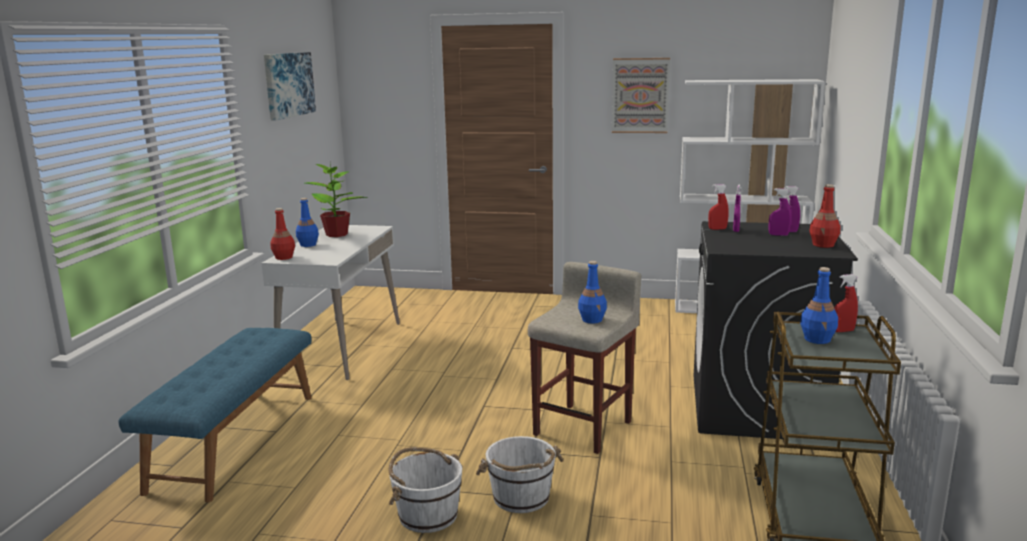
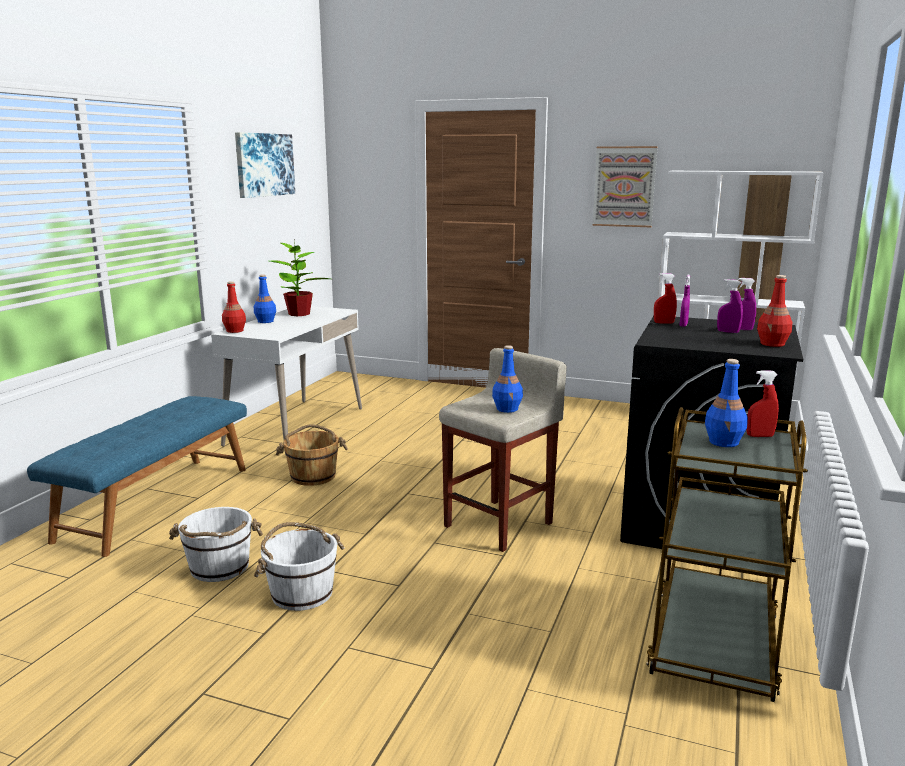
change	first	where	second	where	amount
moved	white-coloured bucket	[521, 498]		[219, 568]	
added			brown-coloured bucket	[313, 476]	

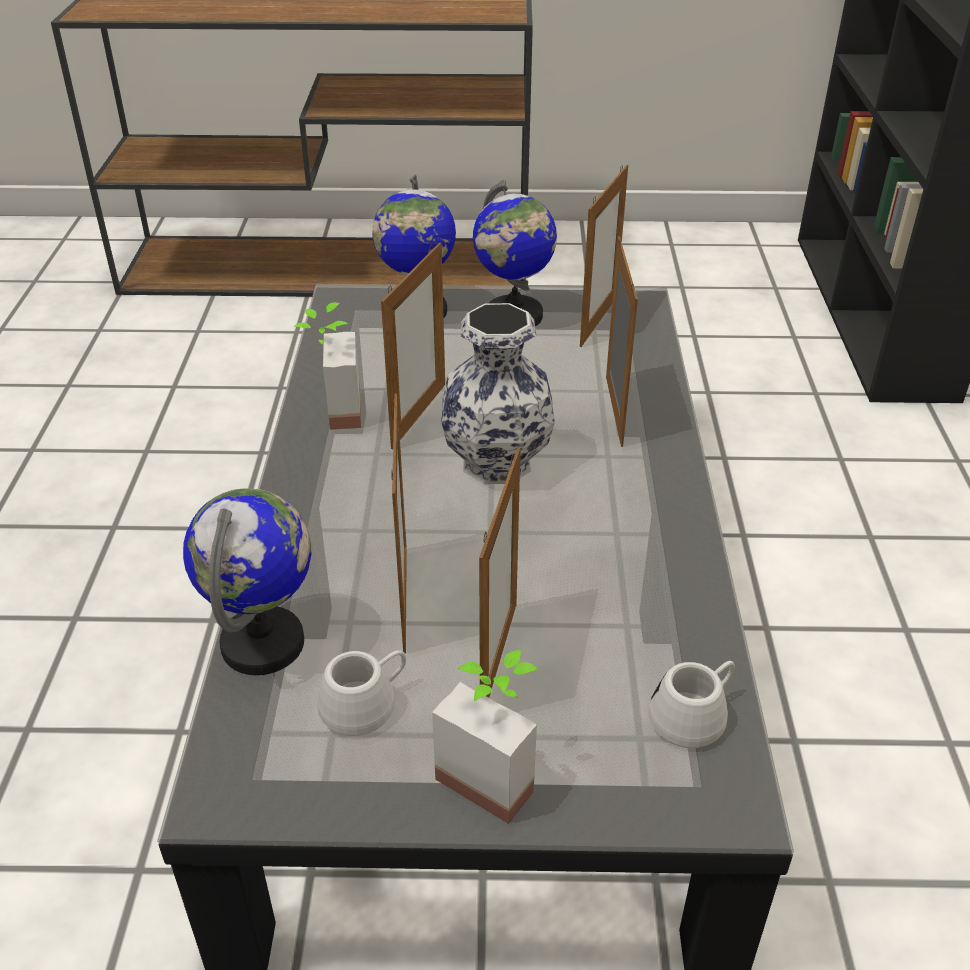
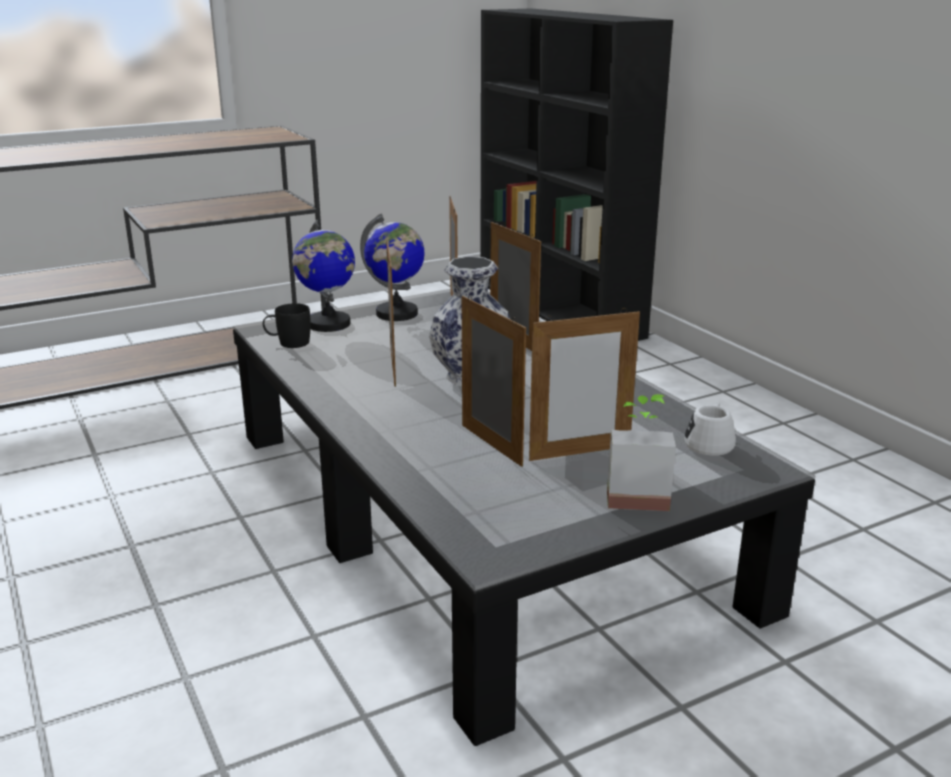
change	first	where	second	where	amount
removed	world globe	[264, 643]			
removed	plant in a pot	[332, 411]			
removed	white-coloured tea mug	[366, 704]			
turned	picture frame	[498, 659]		[580, 453]	90 degrees clockwise
added			black tea mug	[288, 343]	

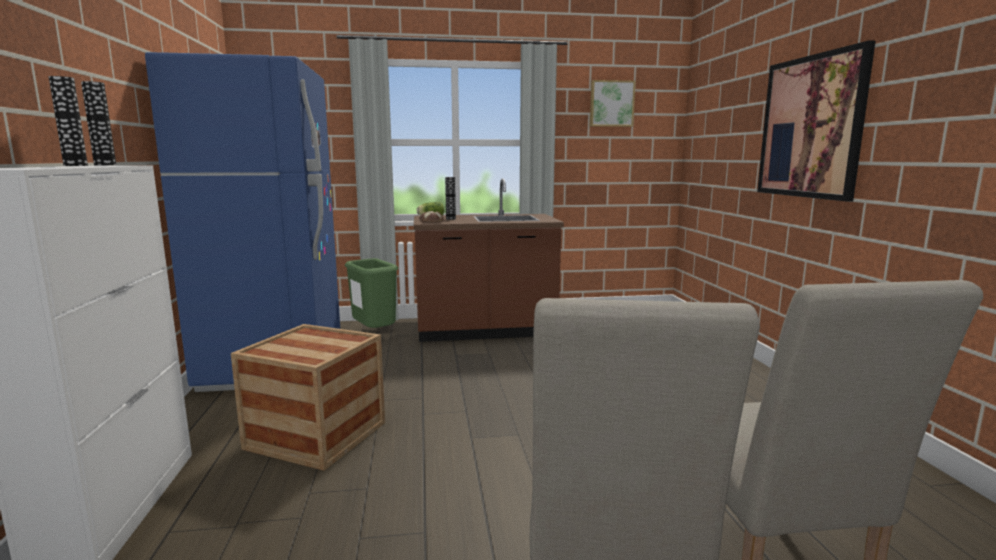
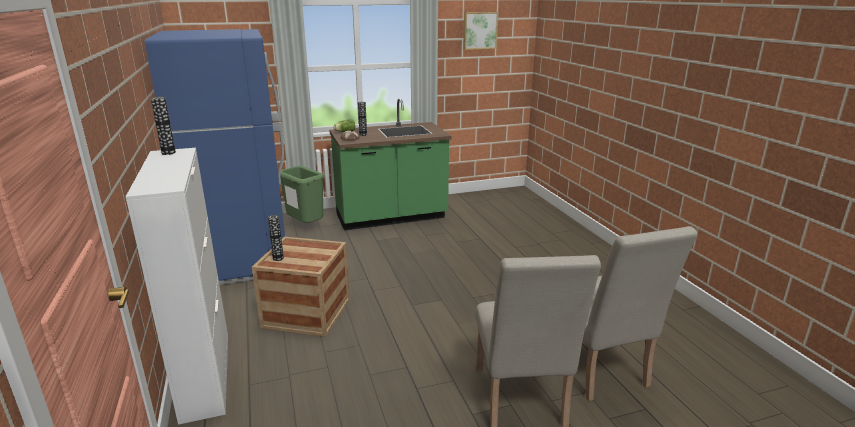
change	first	where	second	where	amount
moved	vase	[75, 165]		[278, 258]	
recoloured	brown-coloured kitchen counter	[485, 332]	green kitchen counter	[391, 217]	
removed	wall picture	[810, 127]			

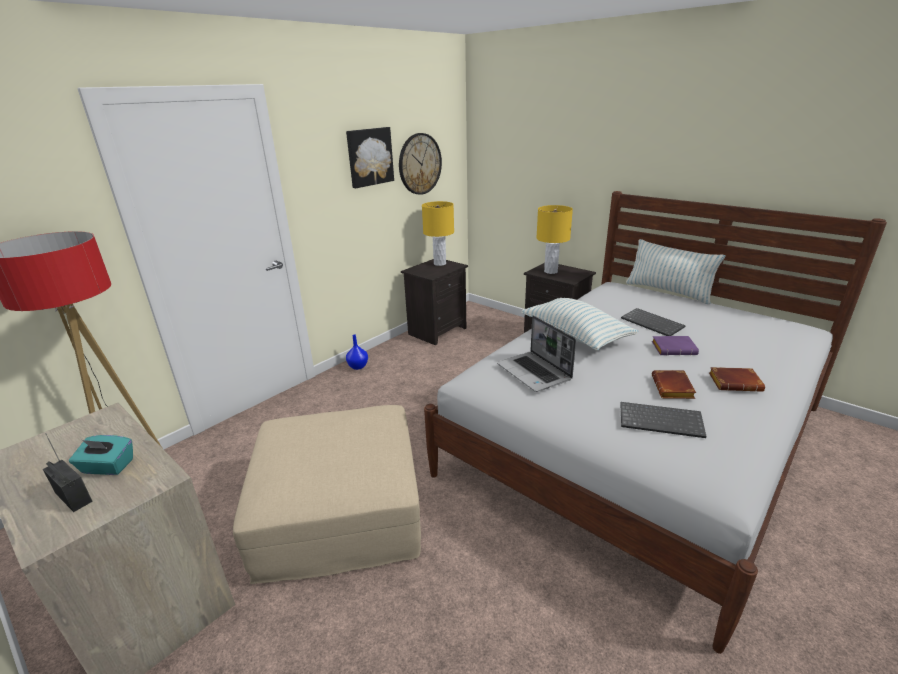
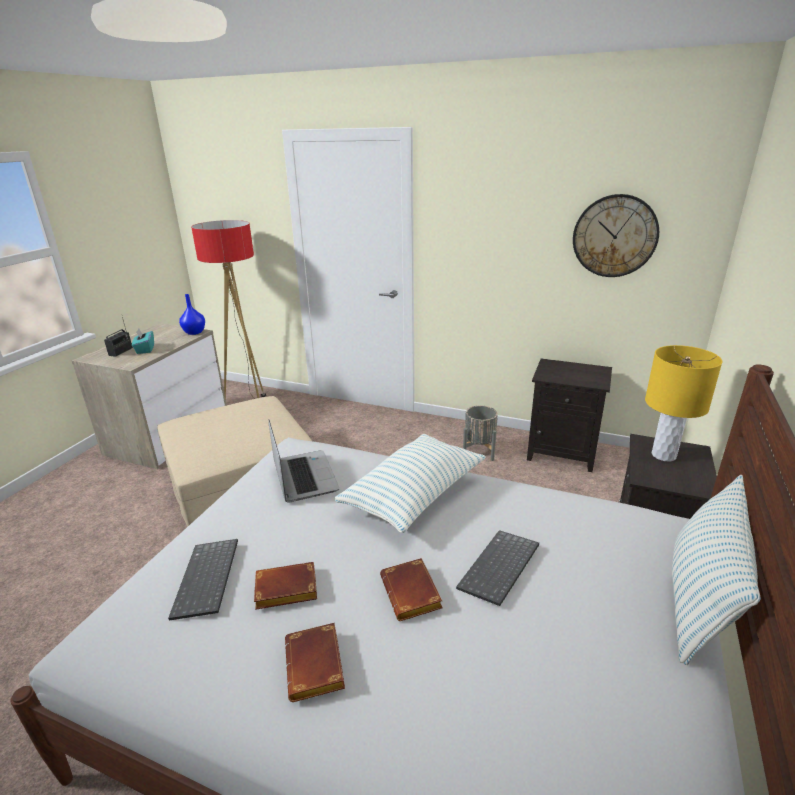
change	first	where	second	where	amount
removed	wall picture	[369, 157]			
moved	blue vase	[358, 366]		[194, 332]	
removed	yellow lamp for a table	[440, 263]			
turned	portable computer	[535, 373]		[303, 477]	120 degrees clockwise
recoloured	purple volume	[674, 349]	brown-coloured volume	[413, 594]	
added			gray plant pot	[479, 451]	

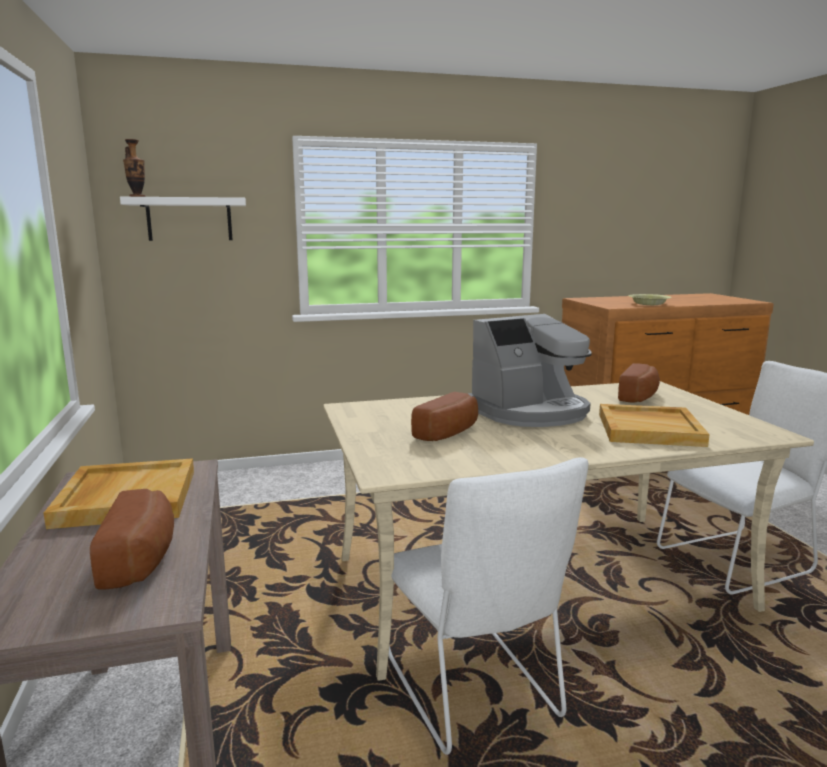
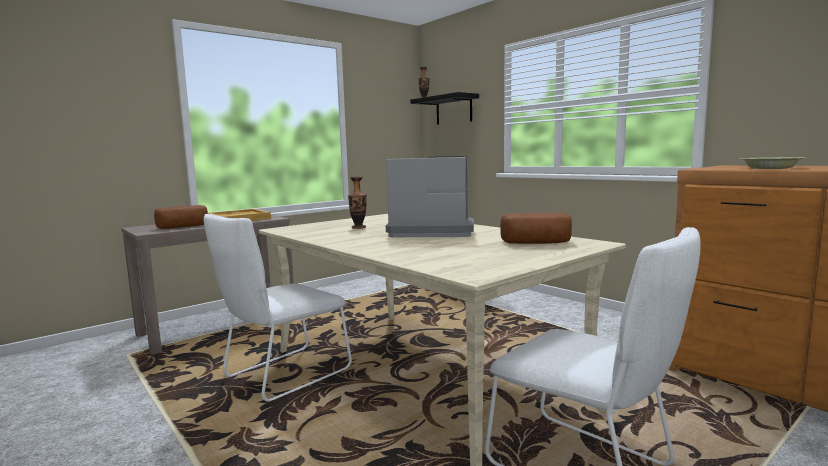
change	first	where	second	where	amount
recoloured	white-coloured shelf	[189, 219]	black shelf	[454, 110]	
replaced	baked bread	[450, 433]	vase	[358, 227]	
turned	coffee brewer	[530, 412]		[430, 231]	150 degrees clockwise
removed	beige-coloured serving tray	[650, 429]			

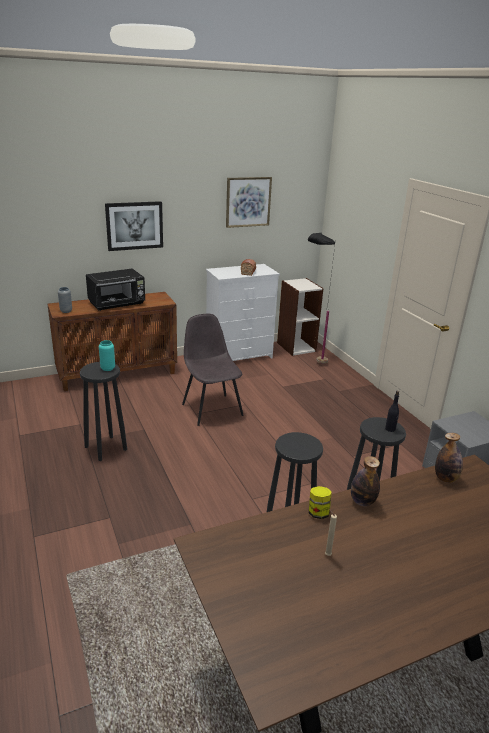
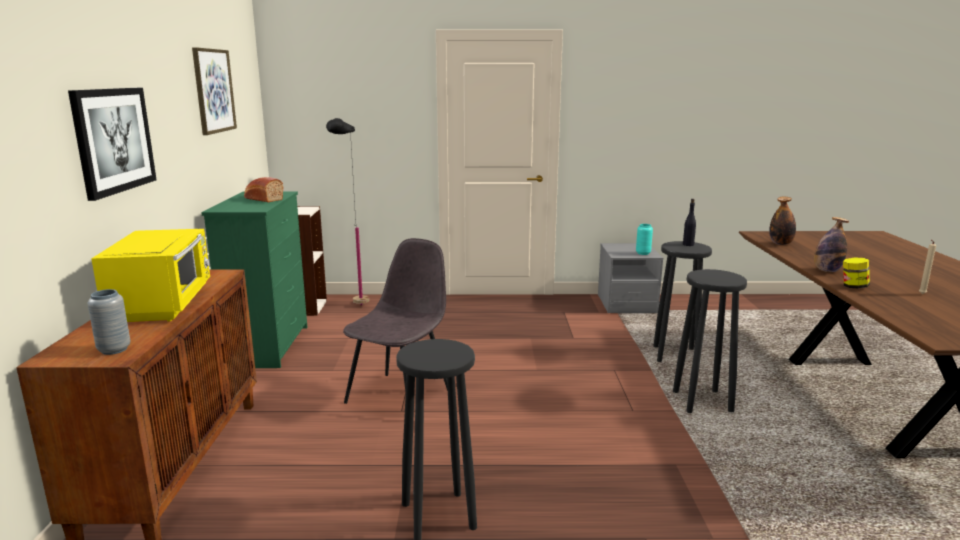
change	first	where	second	where	amount
recoloured	black microwave	[117, 304]	yellow microwave	[164, 304]	
moved	blue-green vase	[108, 368]		[643, 253]	
turned	gray upright chair	[211, 409]		[400, 395]	120 degrees clockwise
recoloured	white-coloured dresser	[239, 356]	green dresser	[269, 345]	

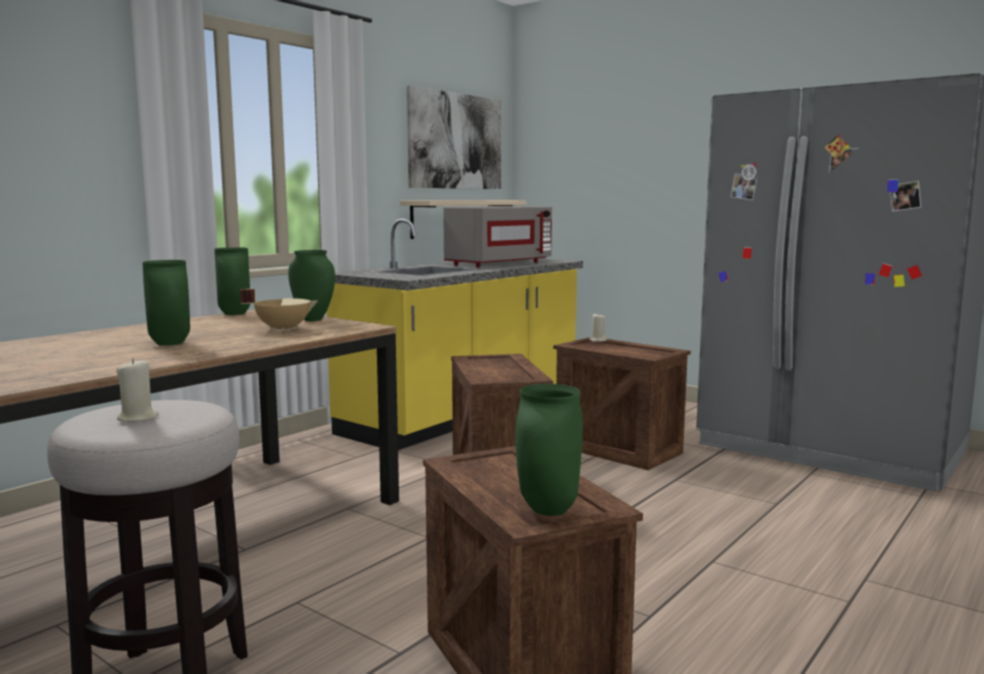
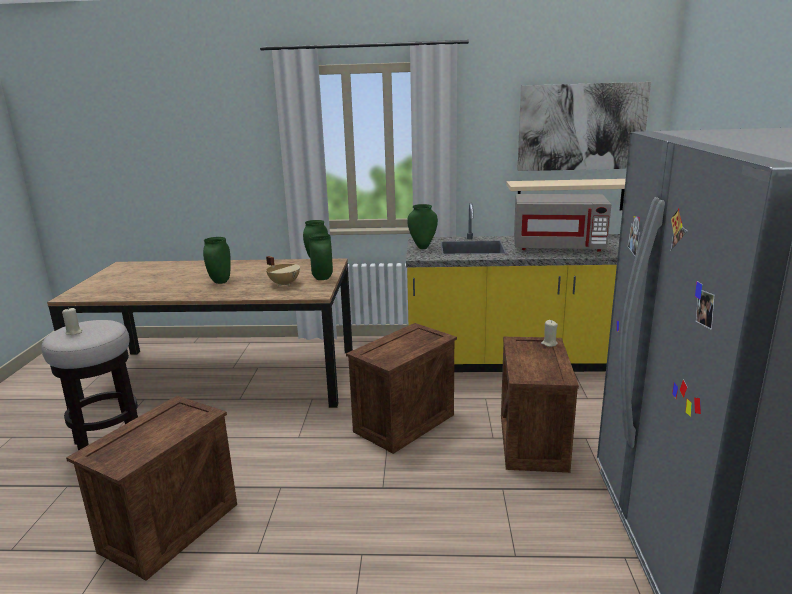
change	first	where	second	where	amount
moved	green vase	[549, 510]		[422, 247]	

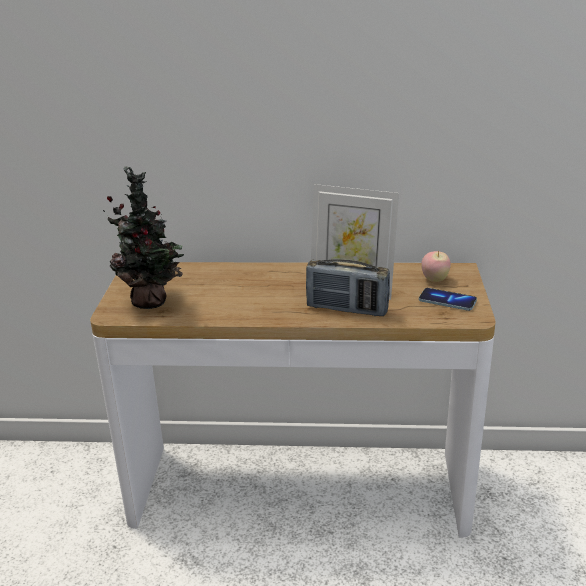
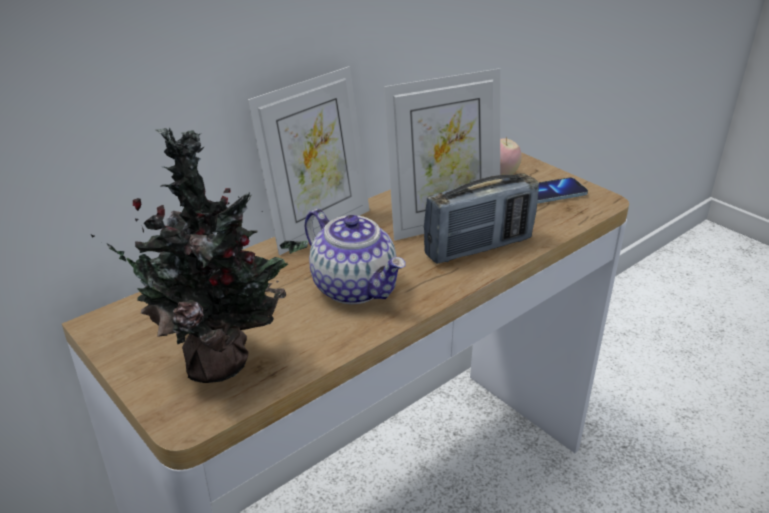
change	first	where	second	where	amount
added			picture frame	[318, 227]	
added			pot for tea	[355, 287]	

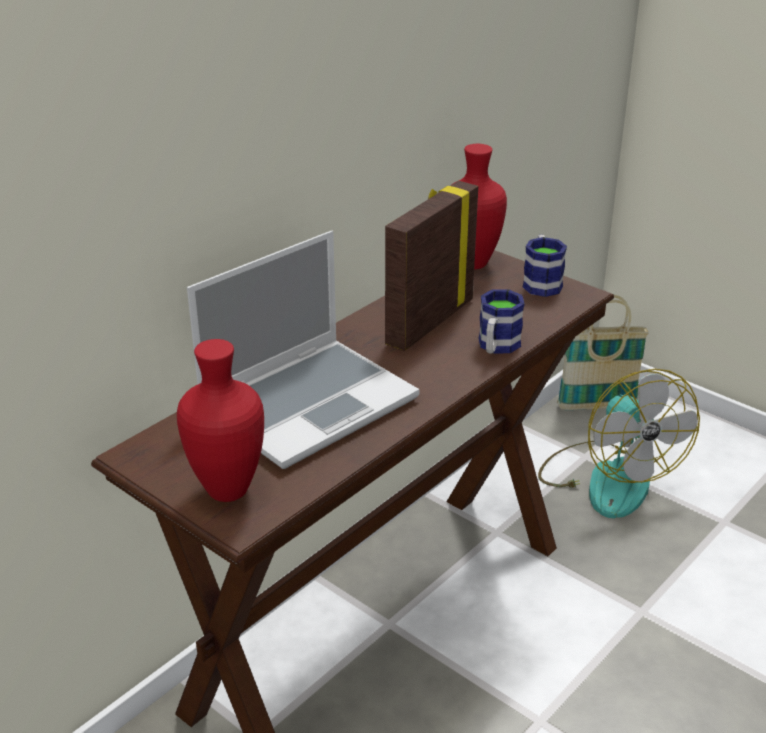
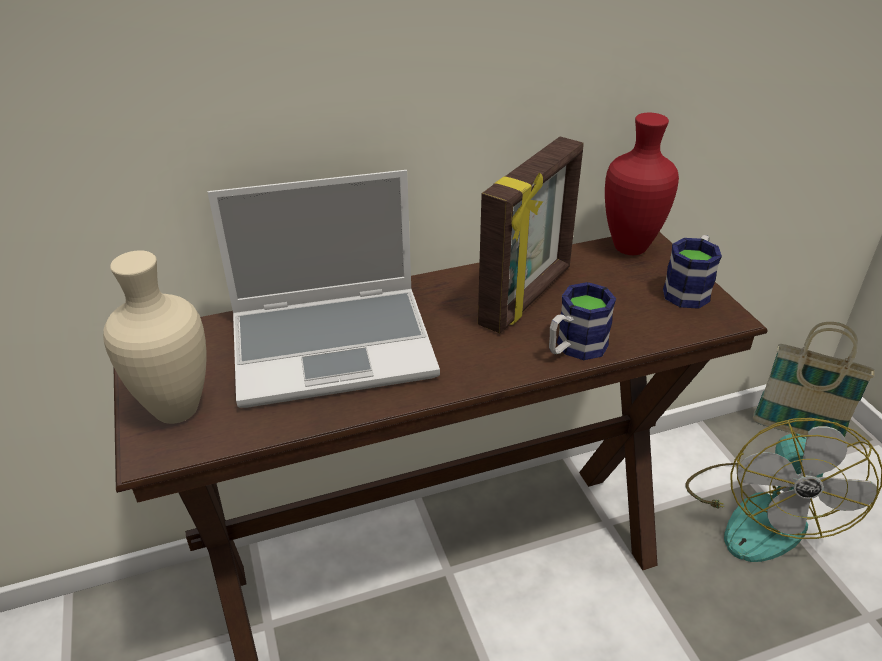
change	first	where	second	where	amount
recoloured	reddish vase	[230, 489]	beige-coloured vase	[180, 410]	
turned	picture frame	[428, 322]		[527, 297]	150 degrees clockwise

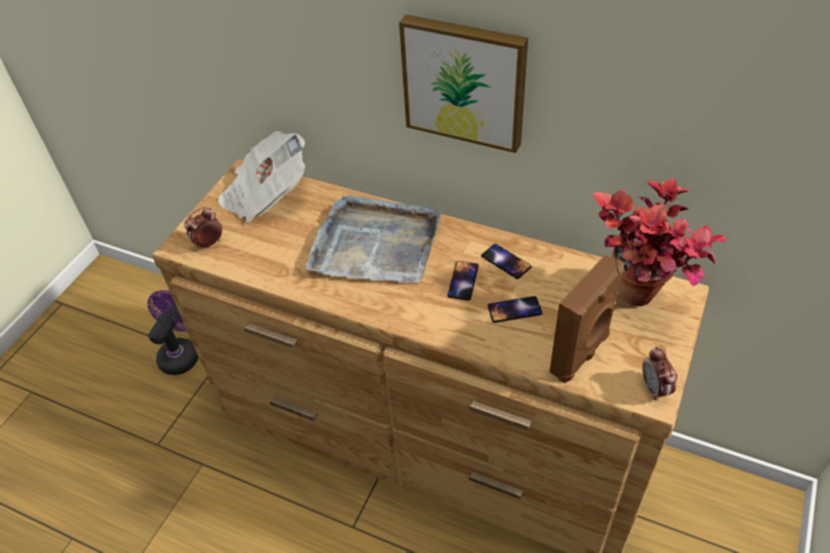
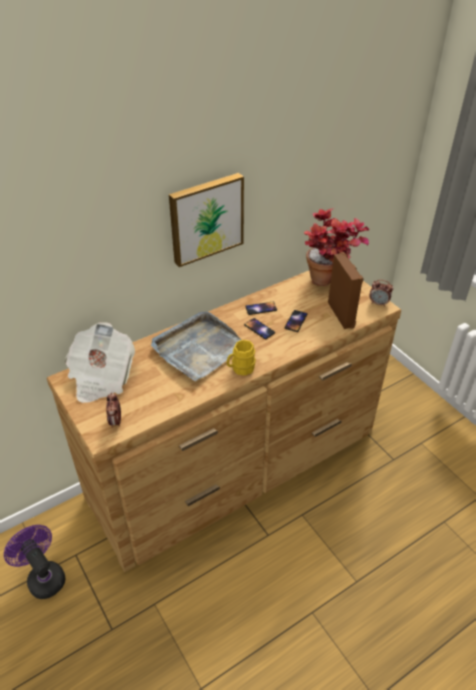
change	first	where	second	where	amount
added			yellow tea mug	[240, 368]	

